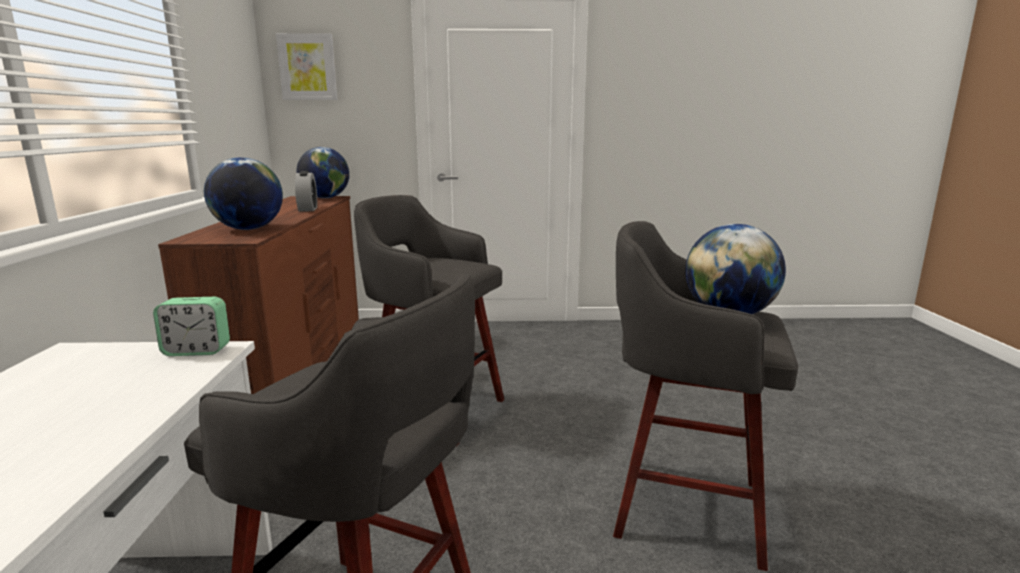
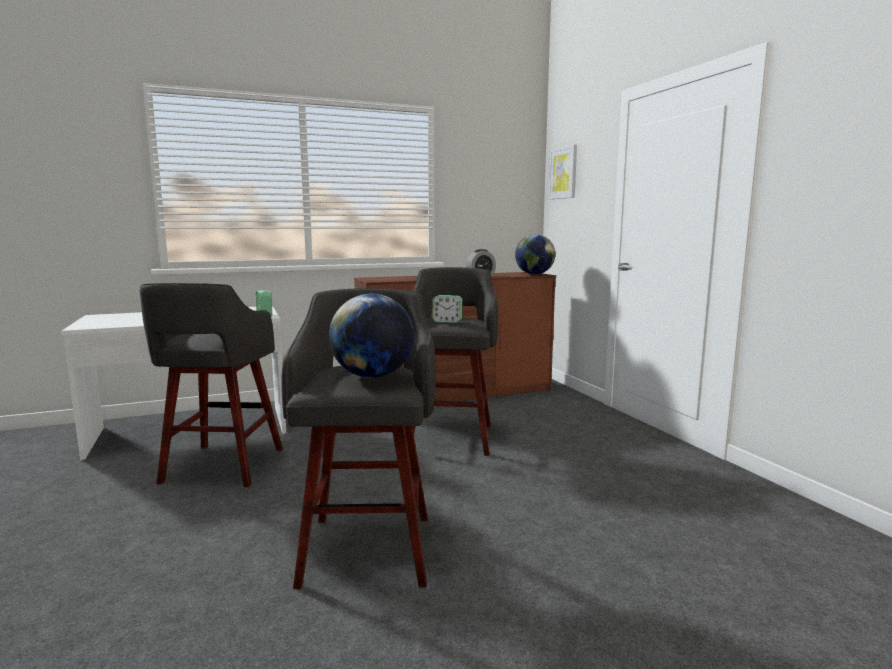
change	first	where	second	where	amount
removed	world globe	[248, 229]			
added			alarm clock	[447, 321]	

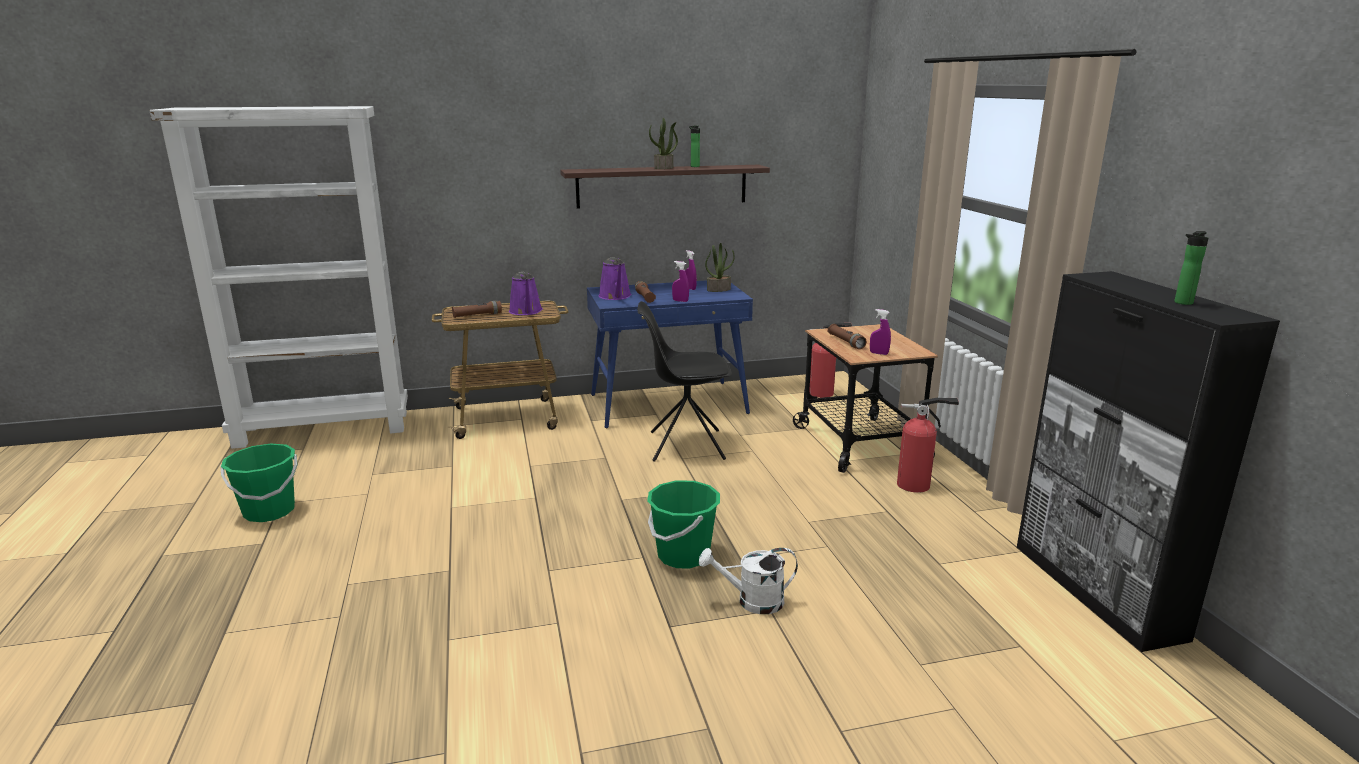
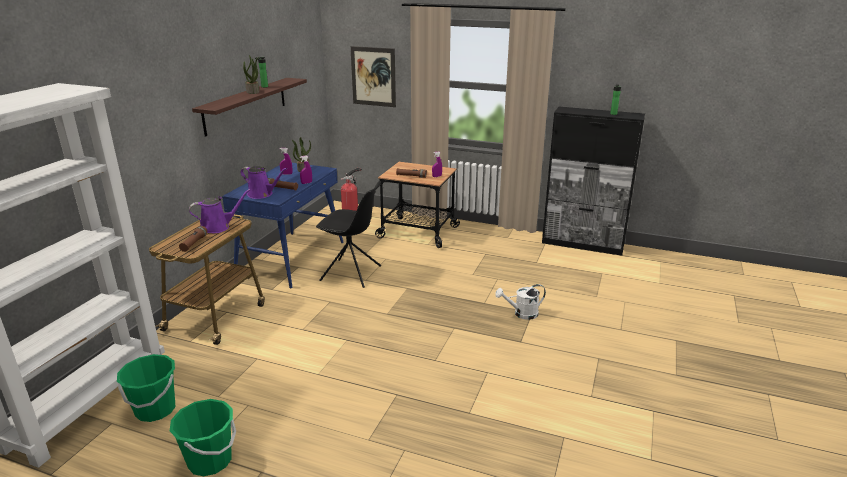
change	first	where	second	where	amount
turned	purple watering pot	[526, 311]		[218, 227]	45 degrees counterclockwise
turned	black upright chair	[684, 445]		[352, 273]	105 degrees counterclockwise
moved	green bucket	[683, 555]		[155, 409]	
turned	white-coloured watering pot	[752, 601]		[521, 314]	45 degrees clockwise
removed	fire-fighting cylinder	[917, 485]			
added			wall picture	[373, 76]	

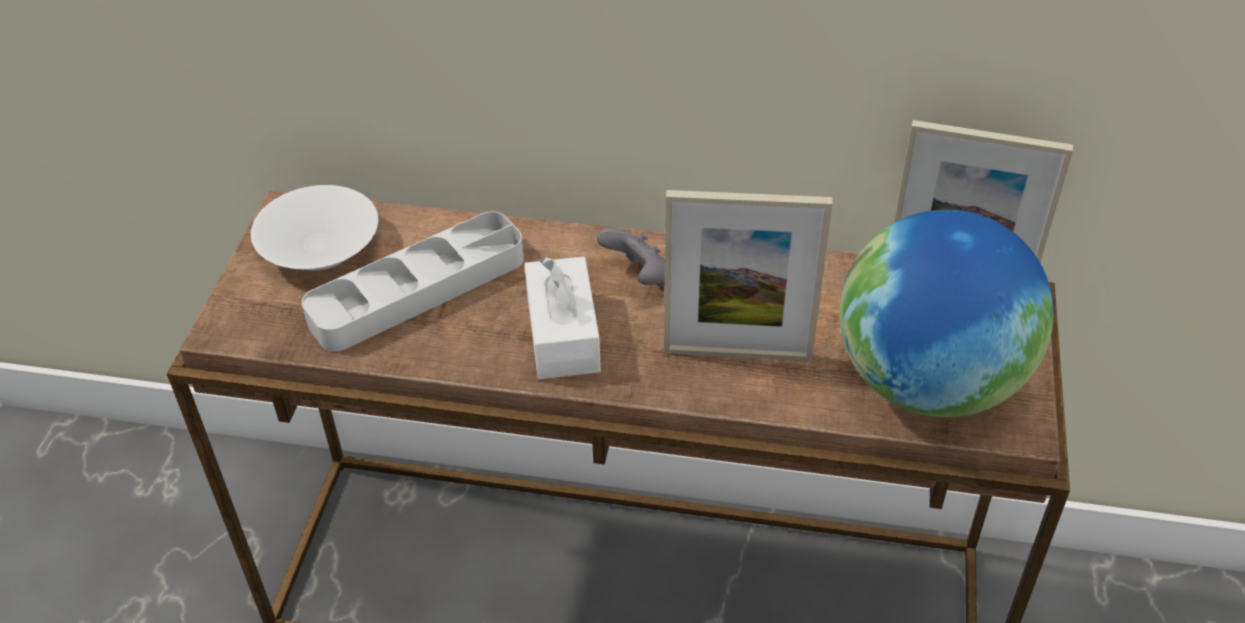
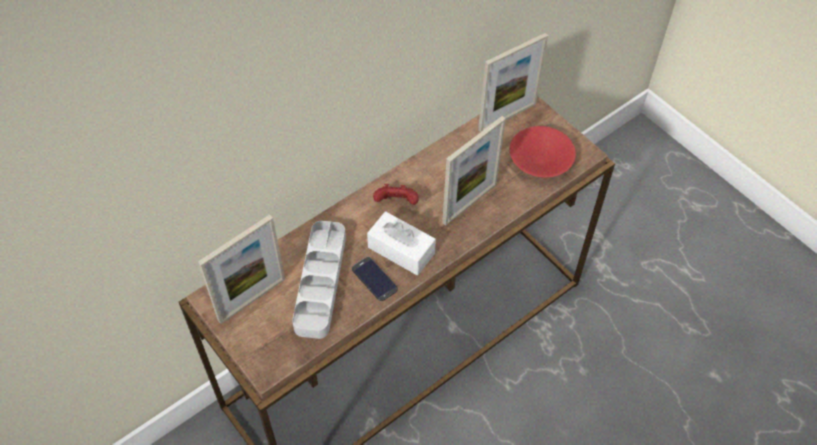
change	first	where	second	where	amount
replaced	white-coloured serving bowl	[321, 246]	picture frame	[252, 299]	
recoloured	gray game controller	[639, 277]	reddish game controller	[396, 203]	
replaced	world globe	[930, 382]	reddish serving bowl	[541, 160]	
added			telephone	[374, 279]	

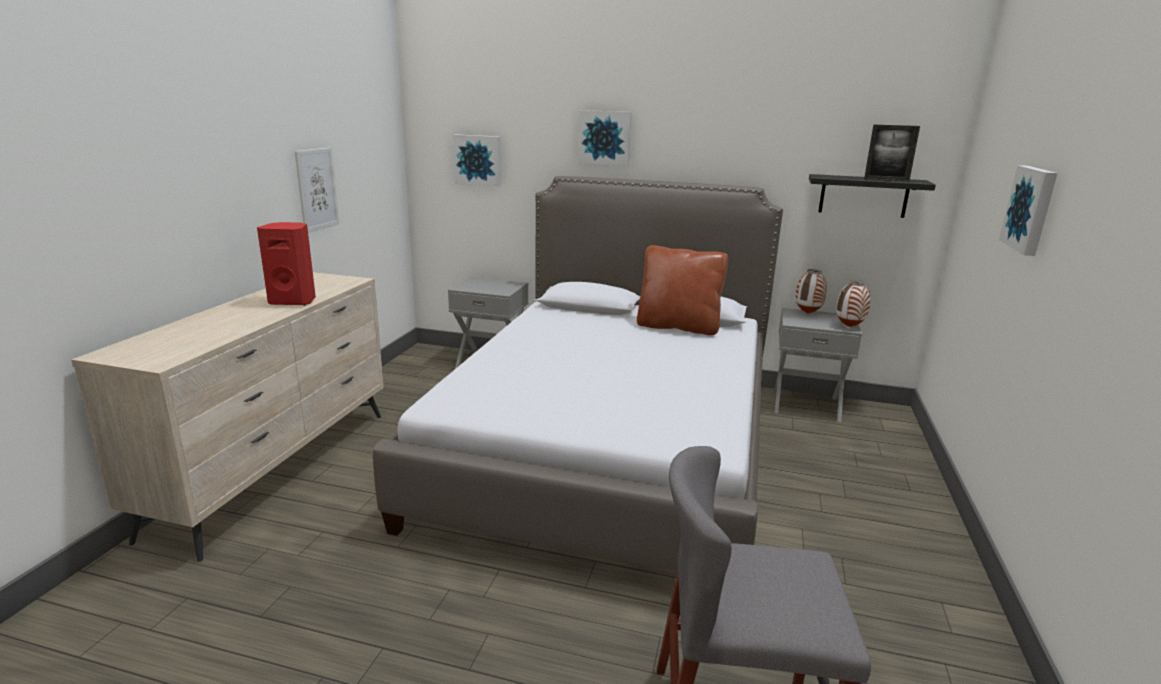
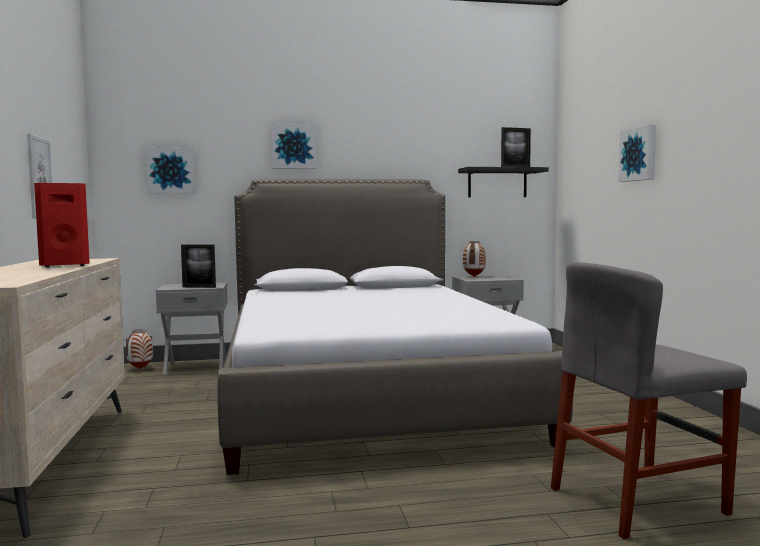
change	first	where	second	where	amount
removed	brown-coloured throw pillow	[678, 327]			
moved	vase	[849, 327]		[140, 368]	
added			picture frame	[199, 287]	

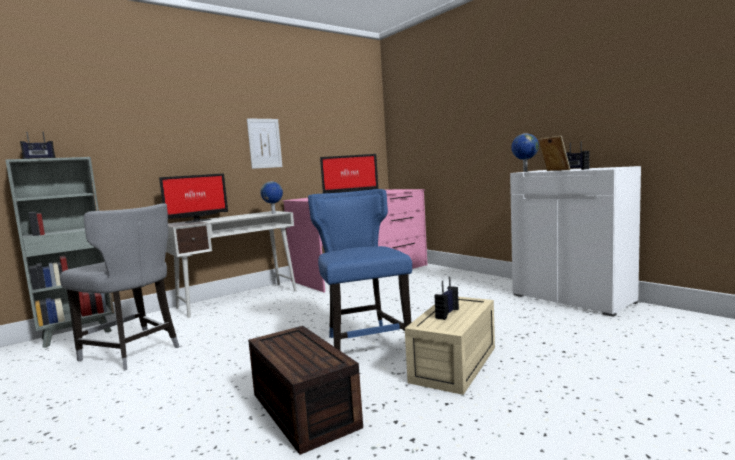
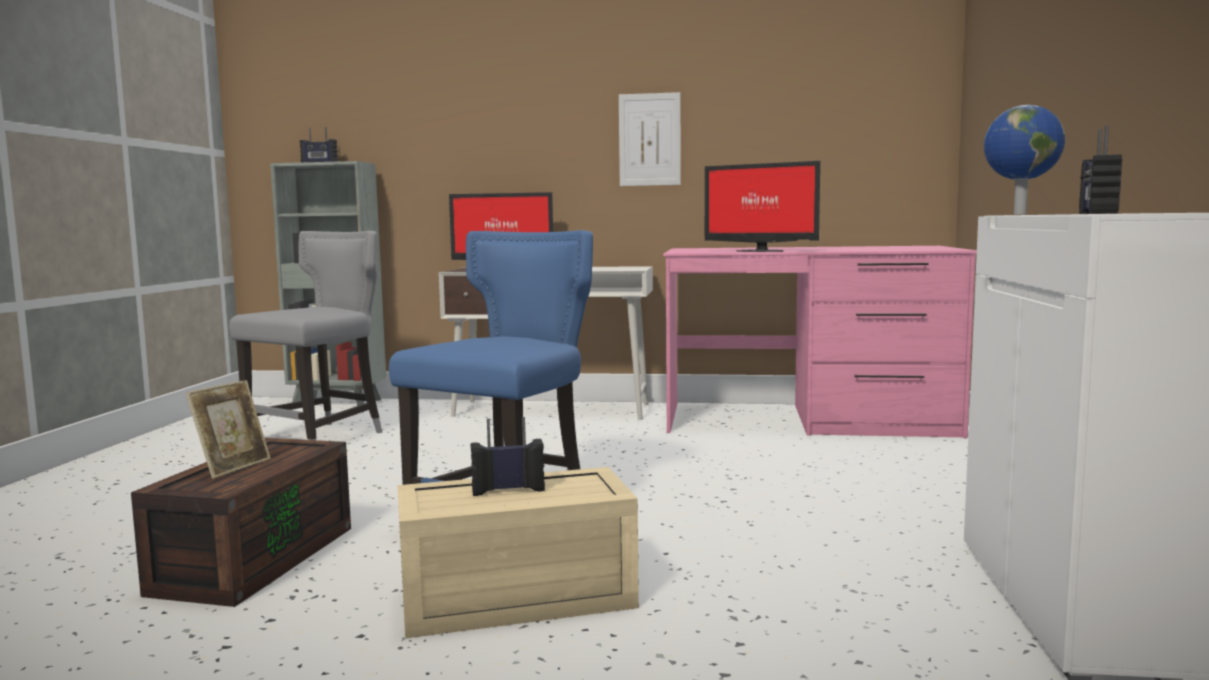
change	first	where	second	where	amount
turned	gray upright chair	[133, 353]		[320, 438]	135 degrees counterclockwise
removed	world globe	[273, 213]			
moved	picture frame	[554, 170]		[233, 467]	

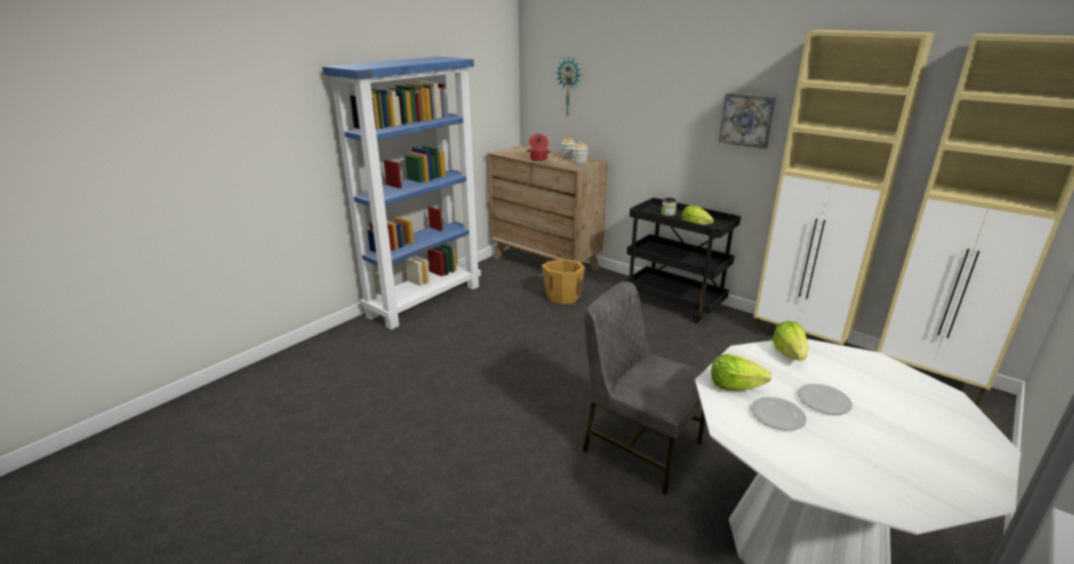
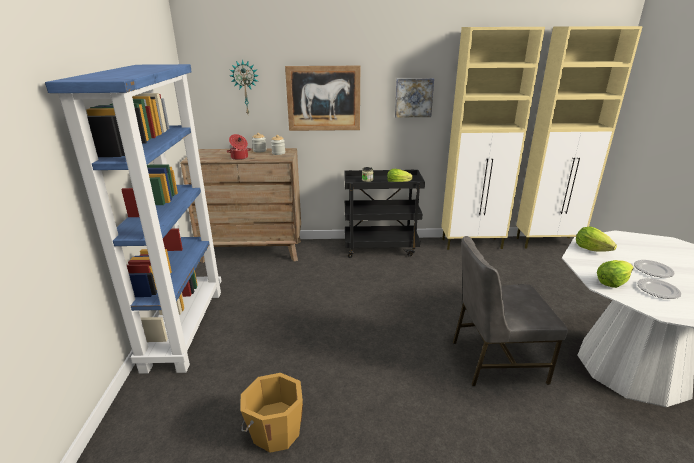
change	first	where	second	where	amount
moved	orange bucket	[562, 296]		[275, 431]	
added			wall picture	[323, 98]	

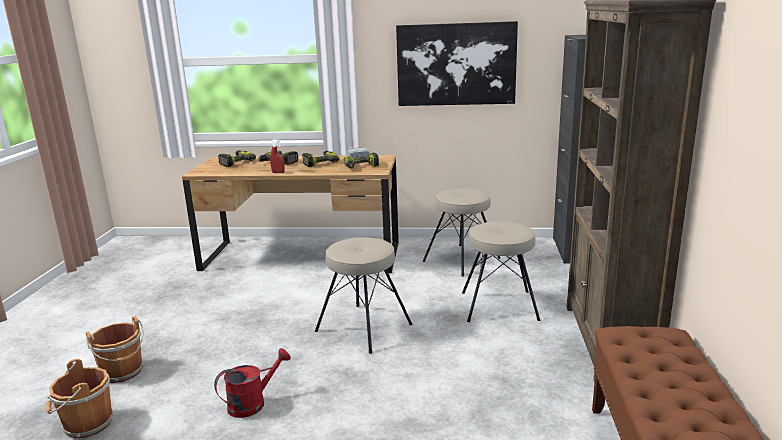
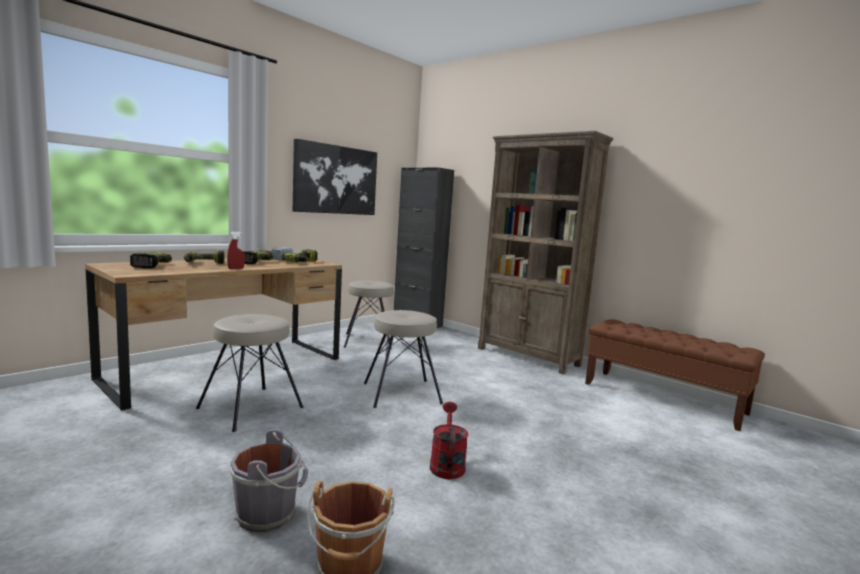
change	first	where	second	where	amount
recoloured	brown-coloured bucket	[123, 372]	gray bucket	[269, 514]	
moved	beige-coloured stool seat	[499, 306]		[251, 408]	

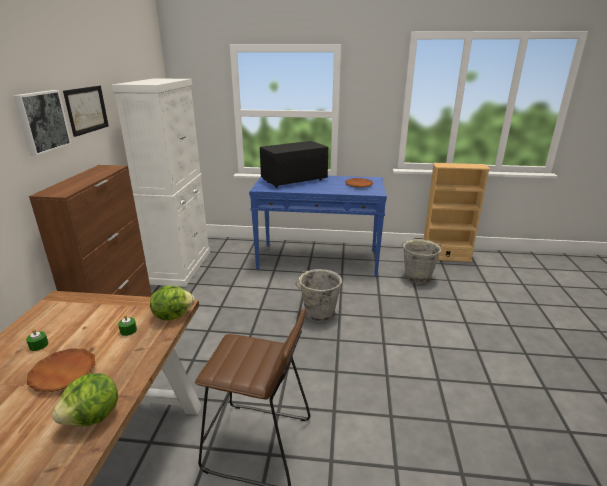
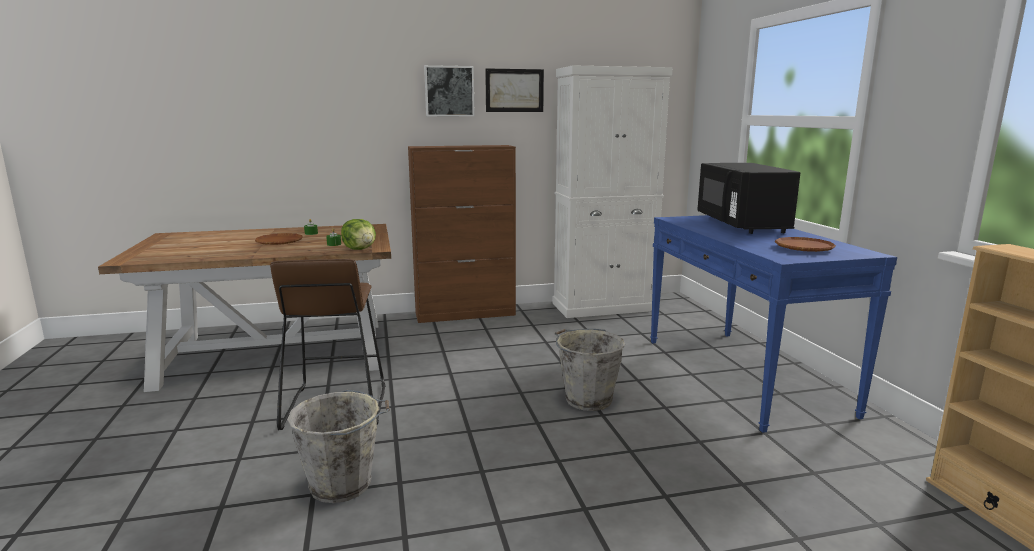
change	first	where	second	where	amount
removed	lettuce head	[93, 417]			
turned	black microwave	[294, 180]		[741, 224]	135 degrees counterclockwise
moved	gray bucket	[417, 277]		[343, 484]	

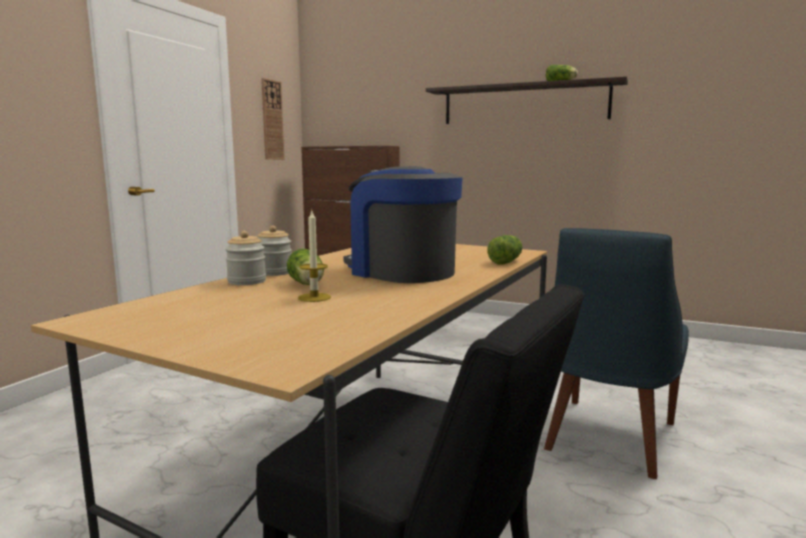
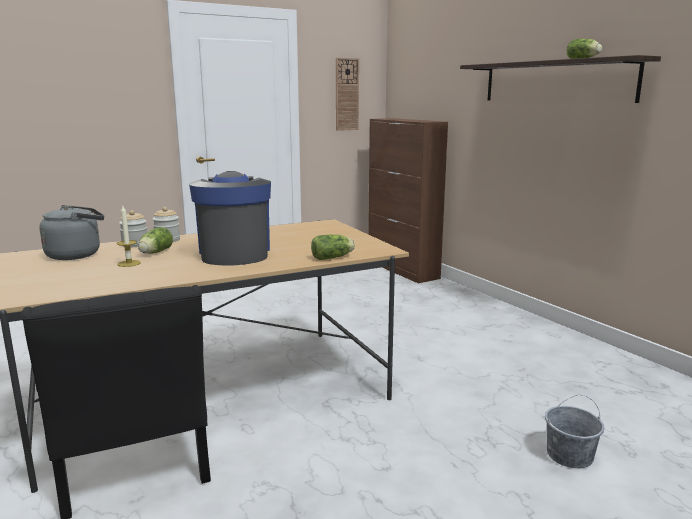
change	first	where	second	where	amount
removed	blue upright chair	[608, 438]			
added			gray tea kettle	[77, 255]	
added			gray bucket	[570, 455]	

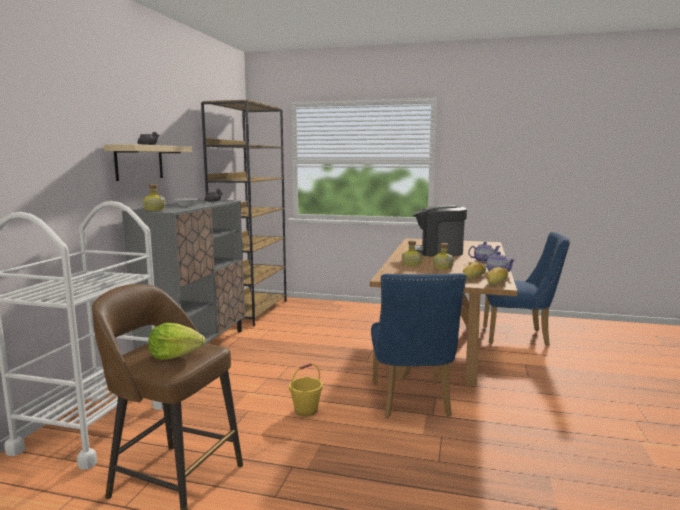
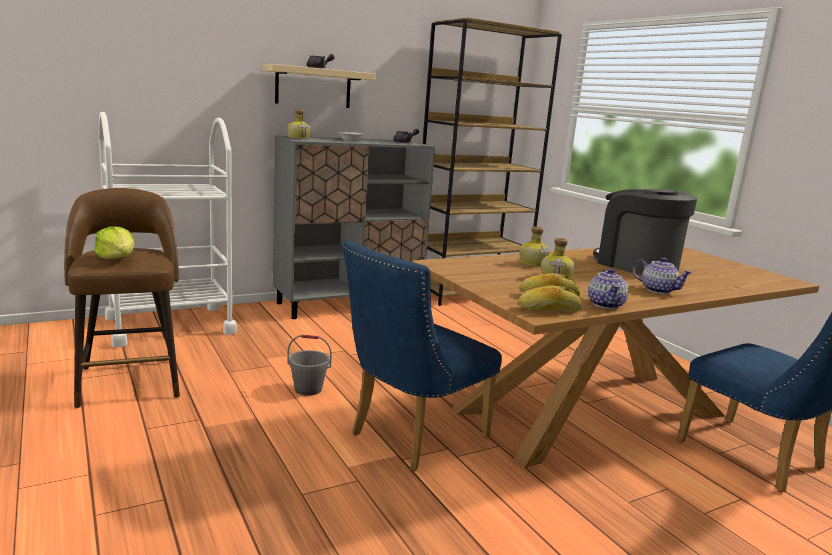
change	first	where	second	where	amount
recoloured	yellow bucket	[306, 410]	gray bucket	[308, 389]	

